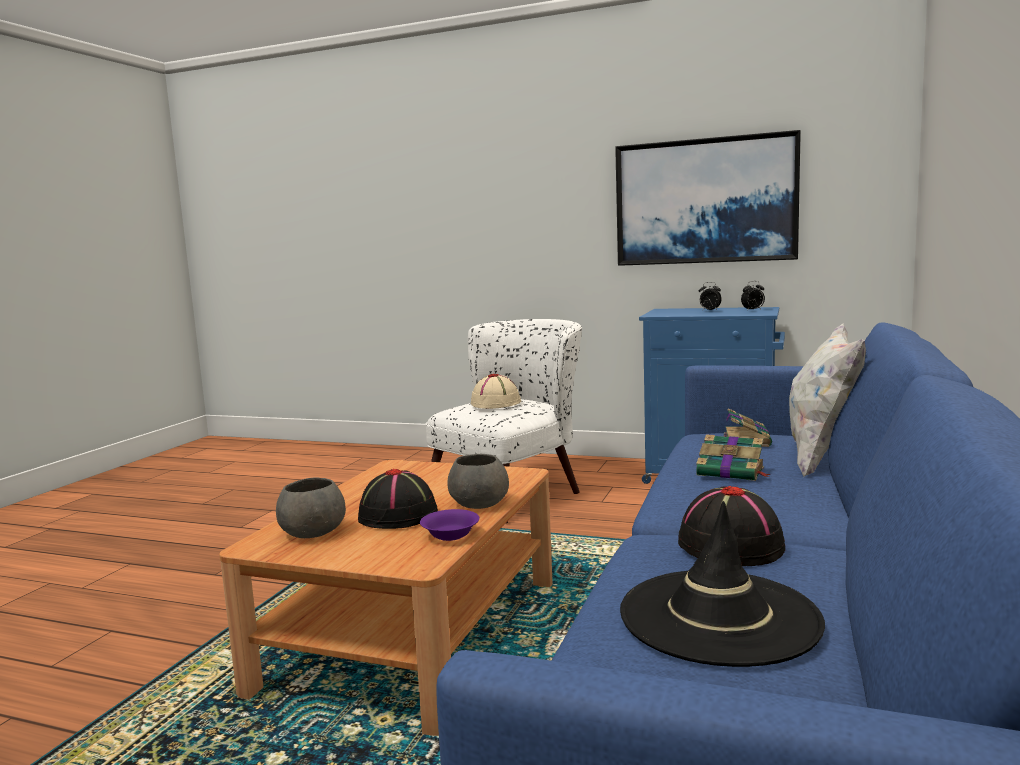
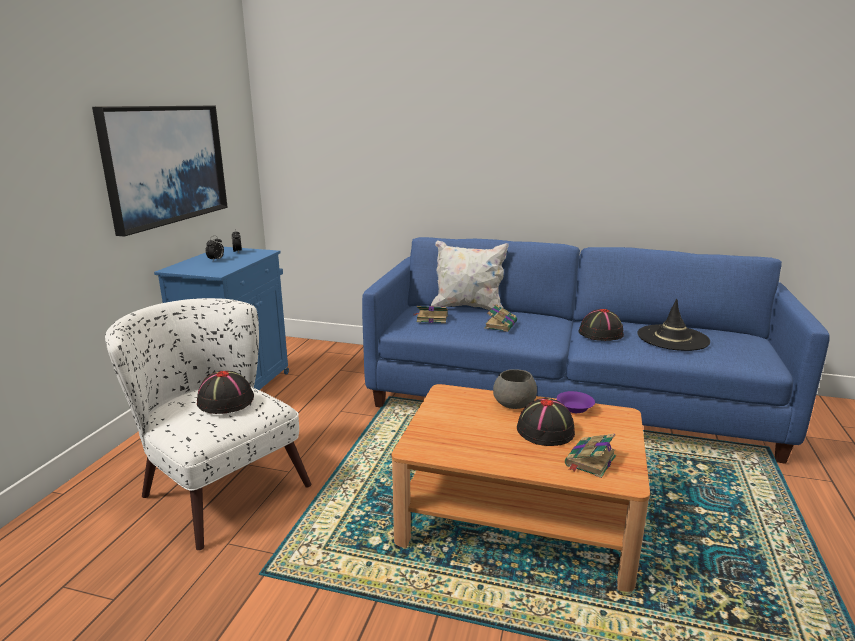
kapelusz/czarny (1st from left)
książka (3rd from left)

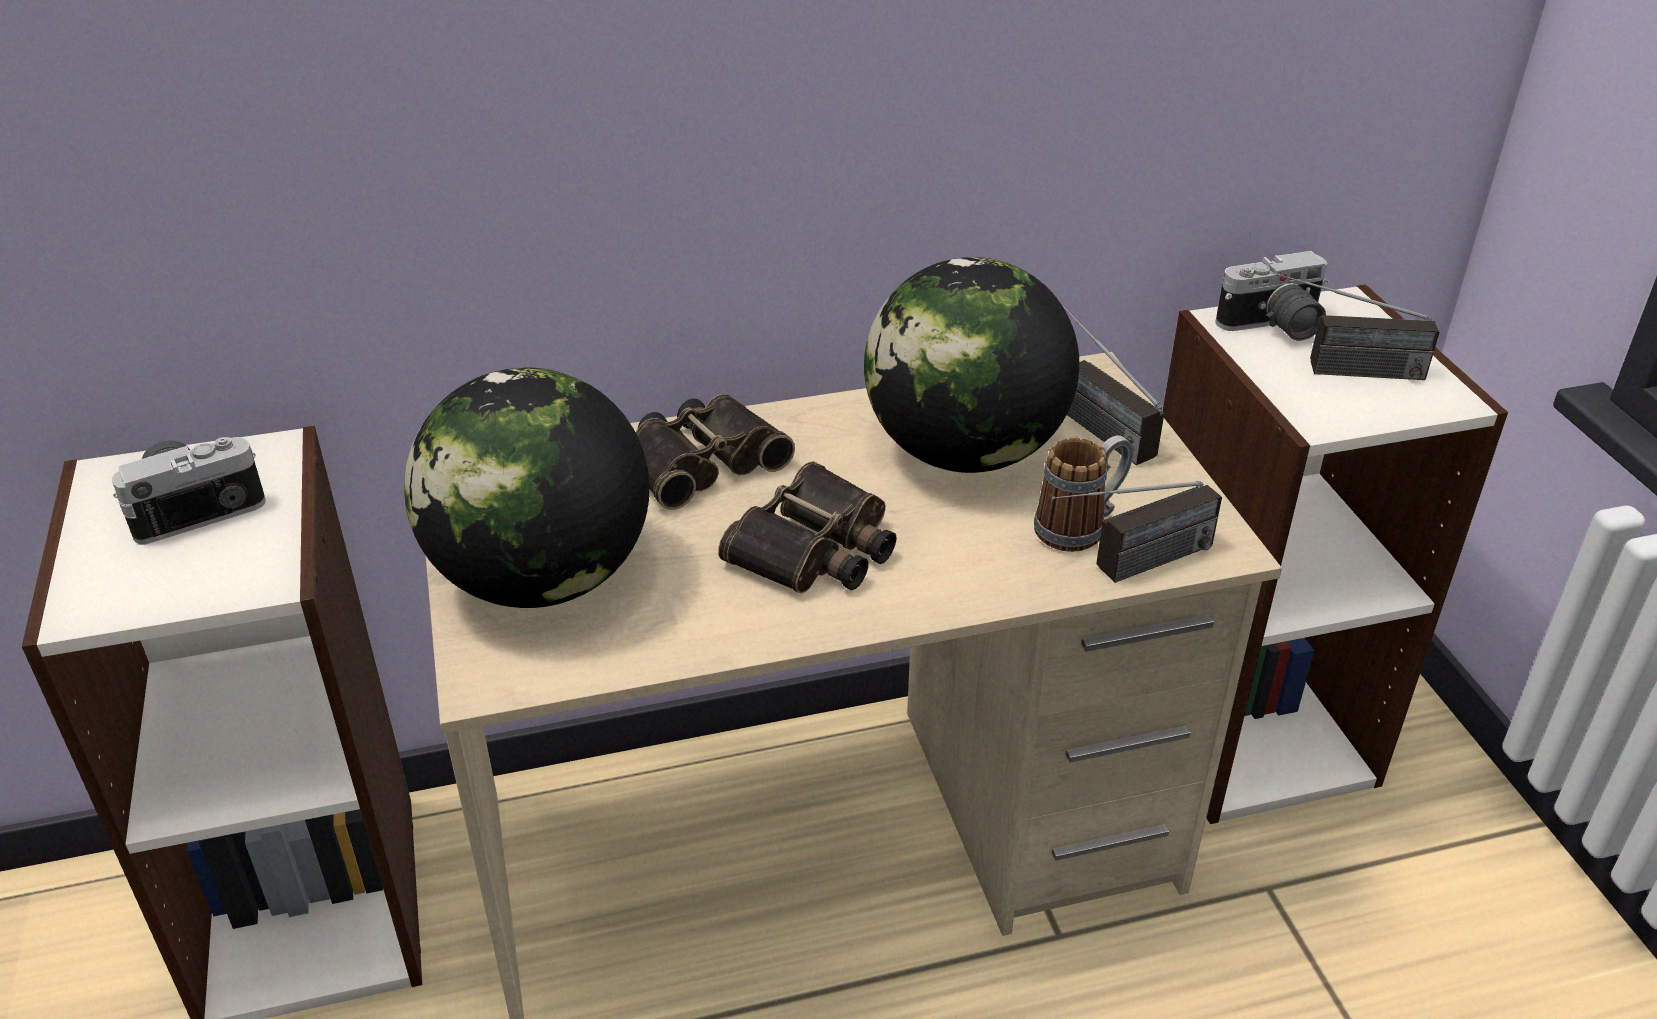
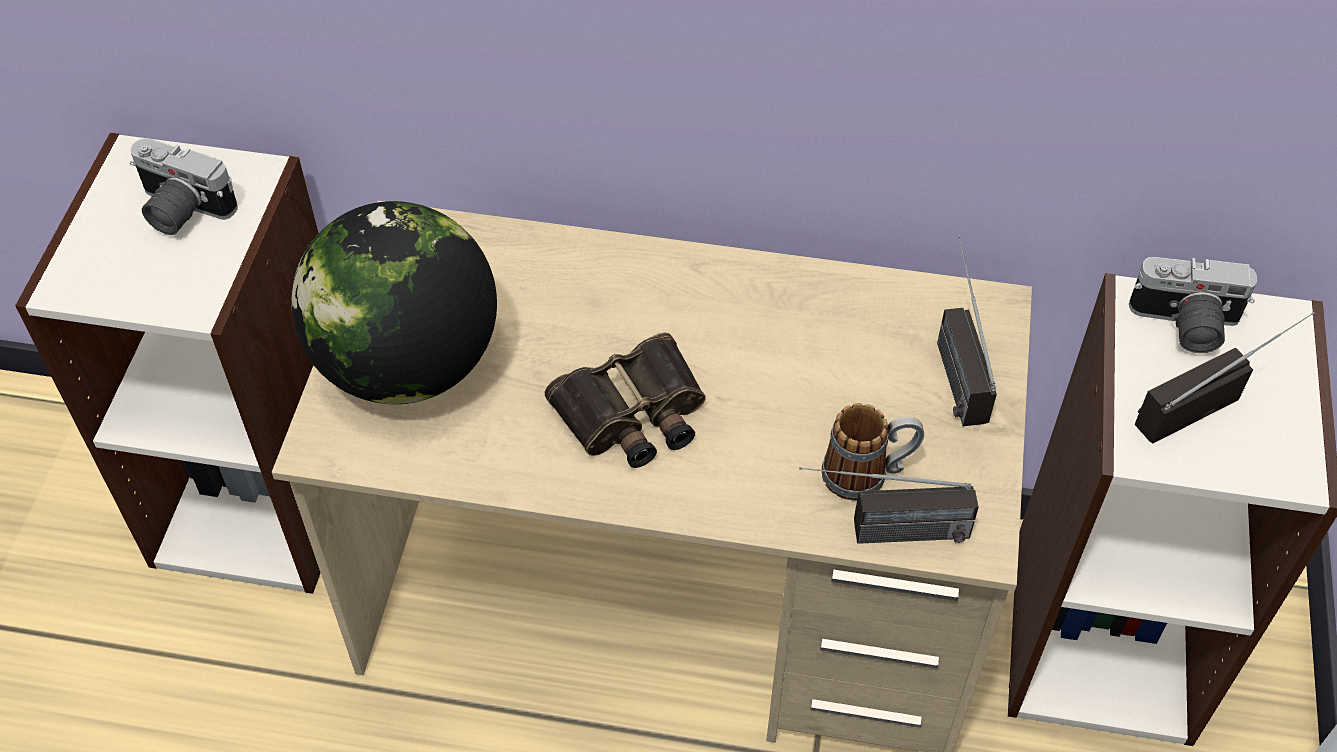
aparat fotograficzny (1st from left)
radio (3rd from left)
lornetka (1st from left in the first image)
globus (2nd from left in the first image)

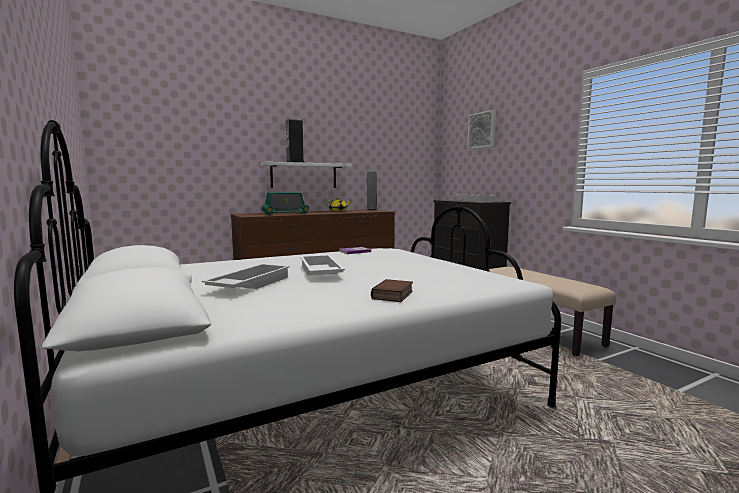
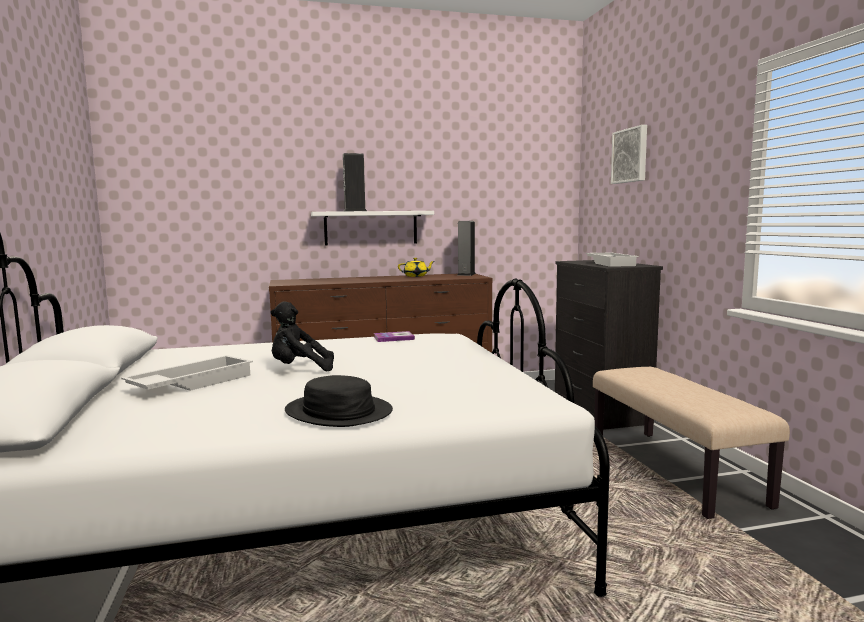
pluszak/czarny
kapelusz/czarny
radio

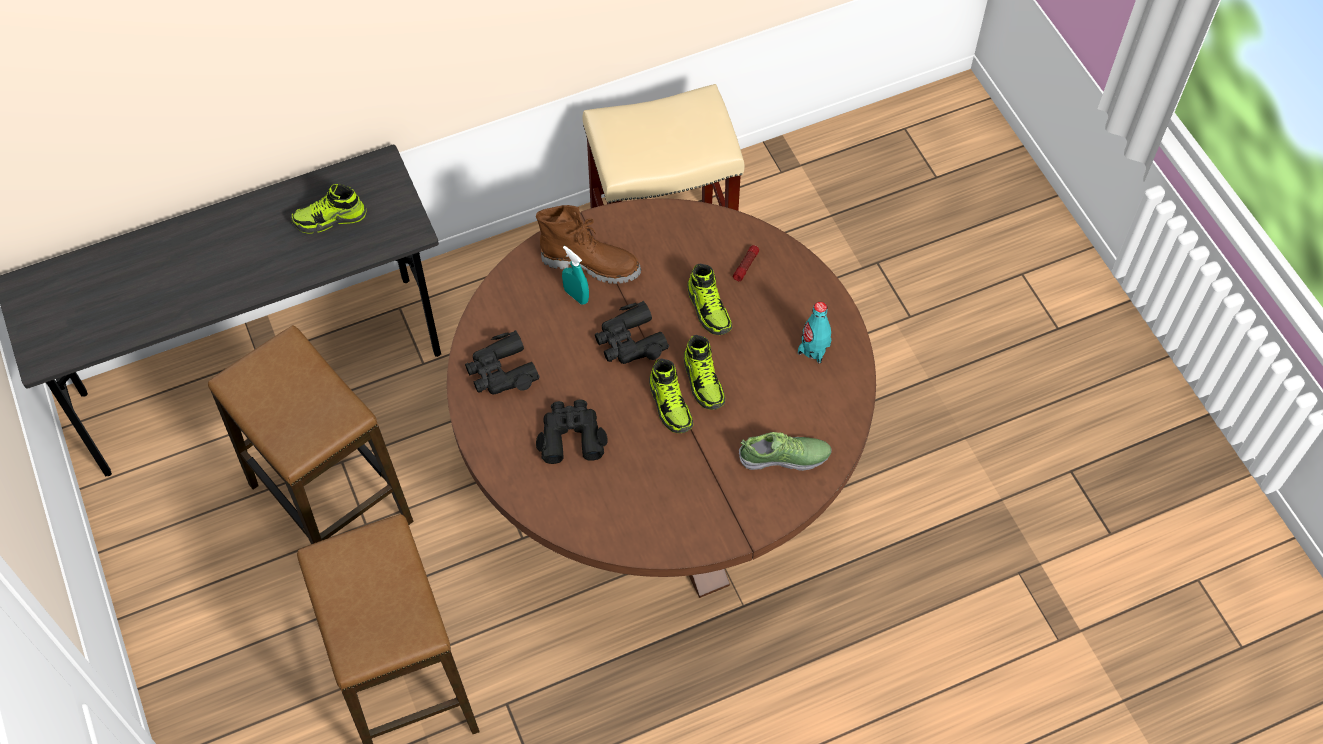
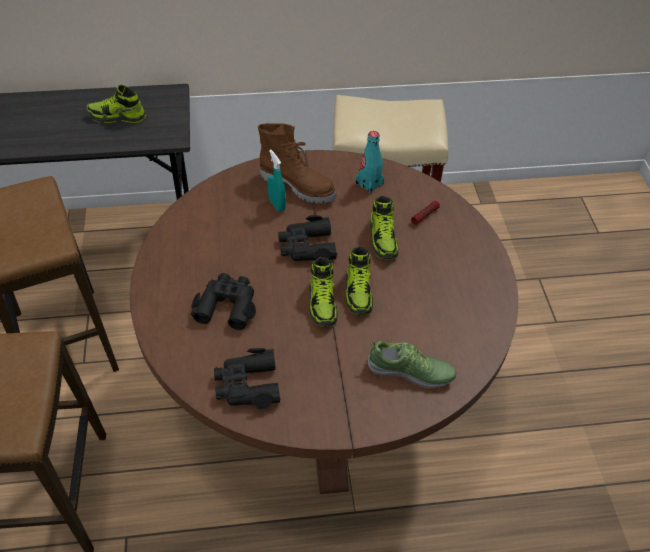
lornetka/czarny (2nd from left)
butelka/turkusowy

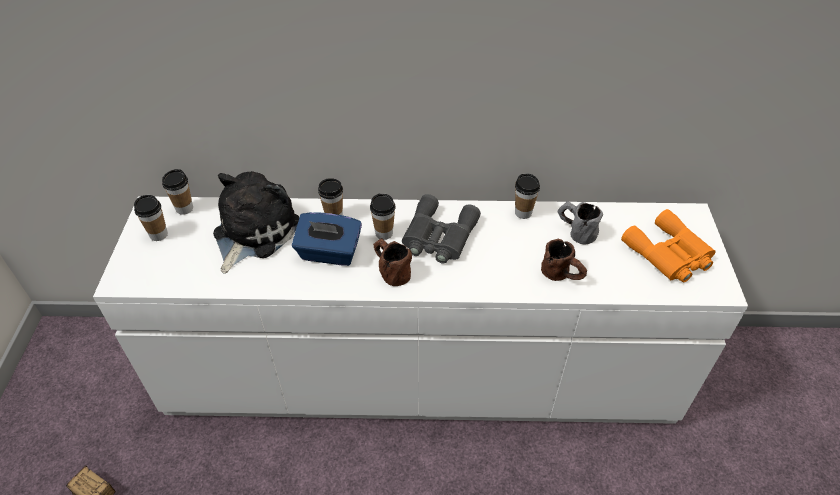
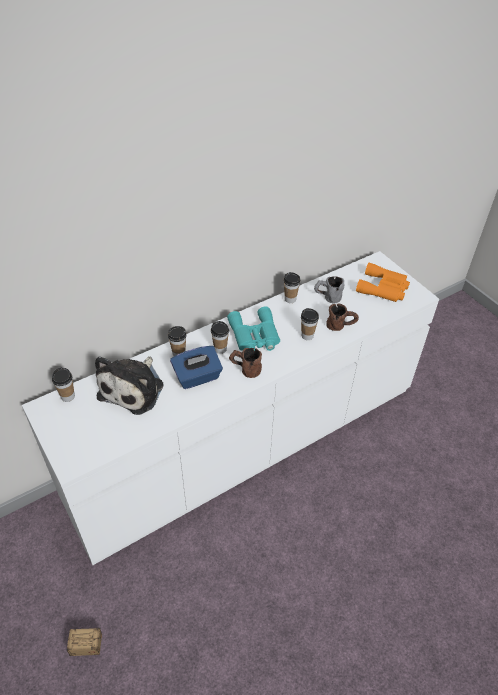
pluszak
lornetka/turkusowy
filiżanka (5th from left)

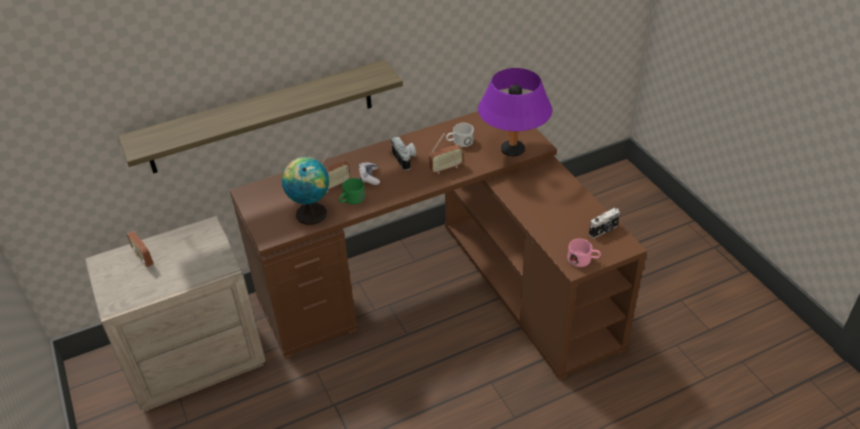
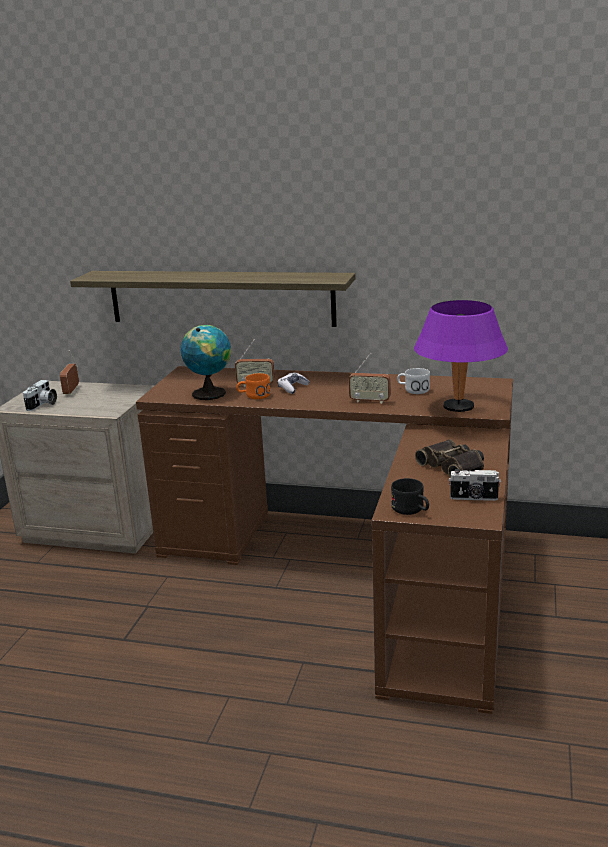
aparat fotograficzny (1st from left)
kubek/pomarańczowy
kubek/czarny
lornetka

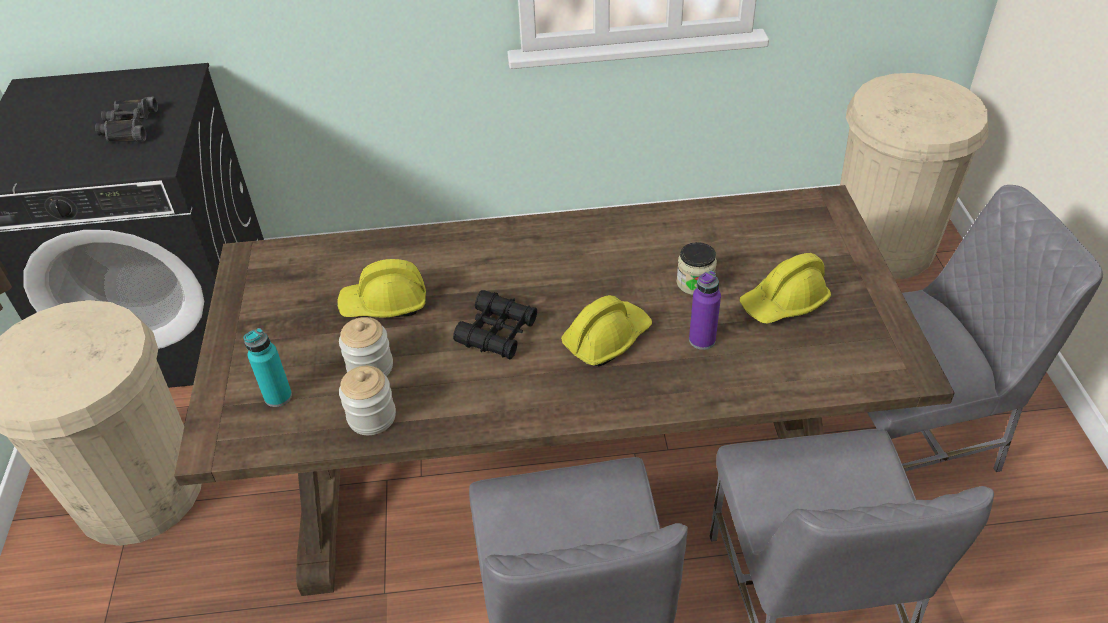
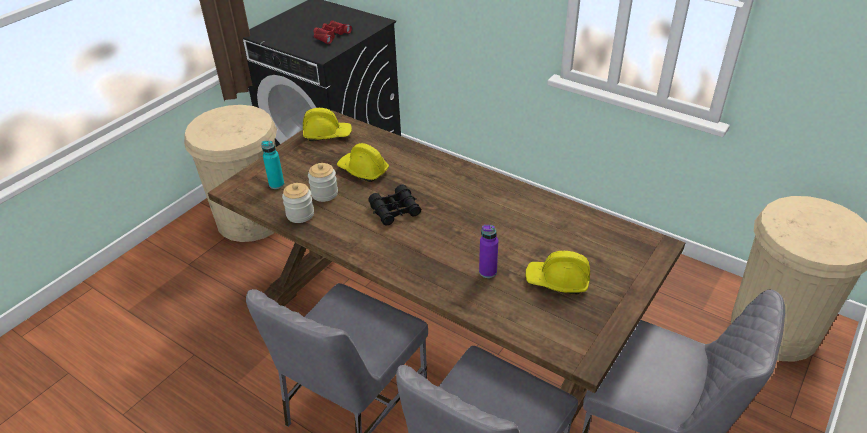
kask/żółty (1st from left)
lornetka/czerwony
słoik (3rd from left in the first image)

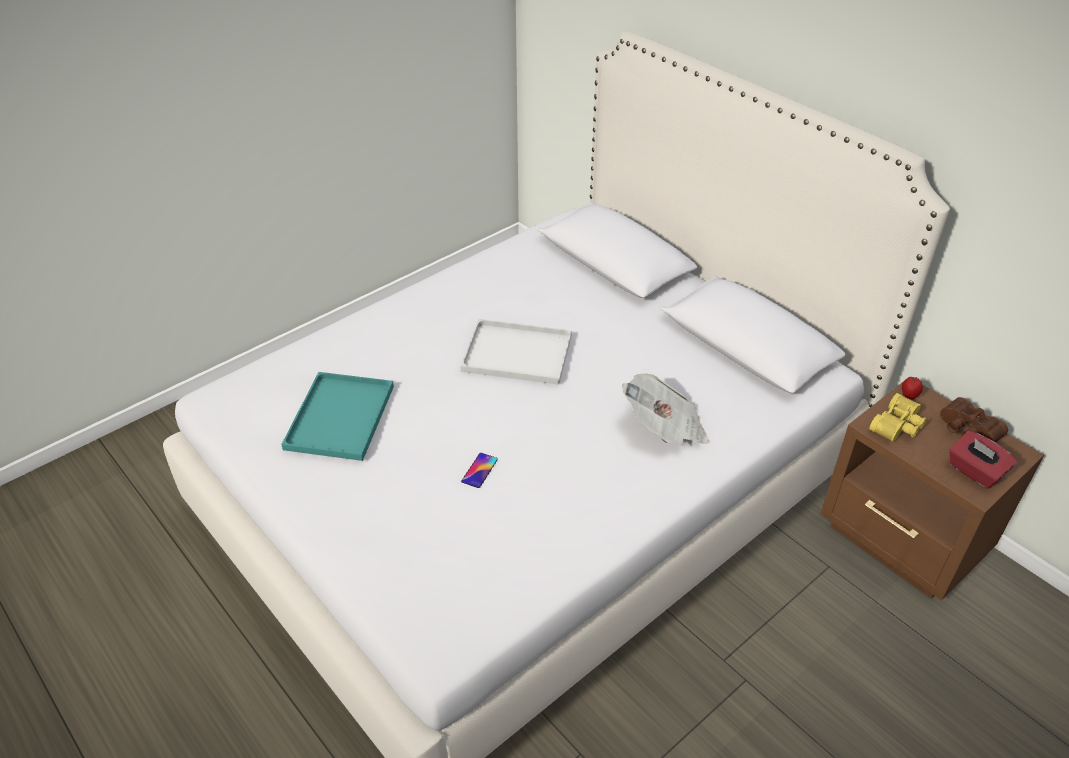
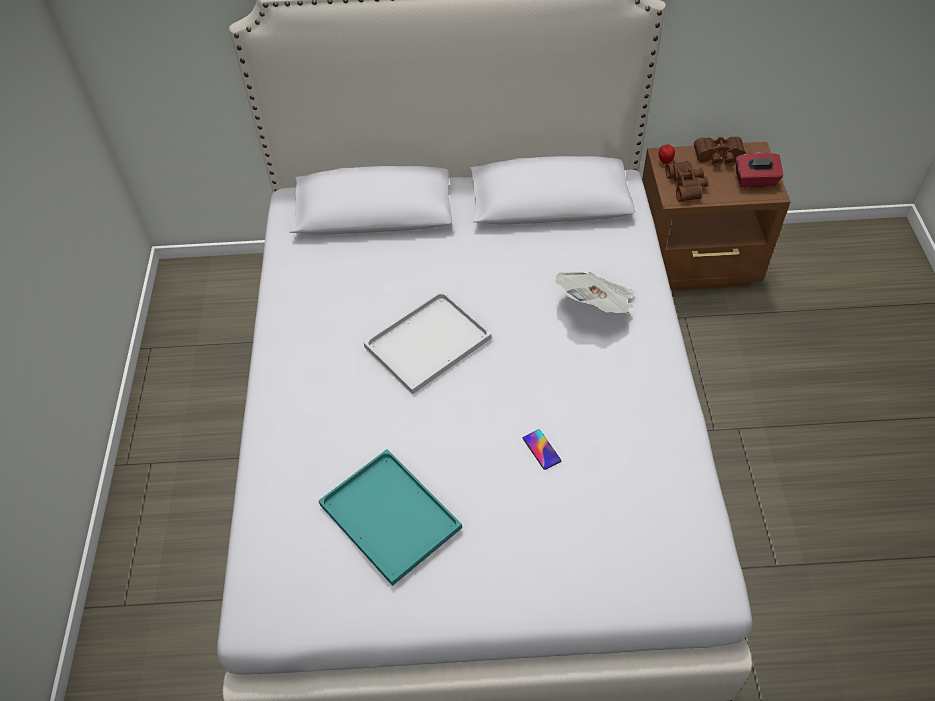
lornetka/brązowy (1st from left)

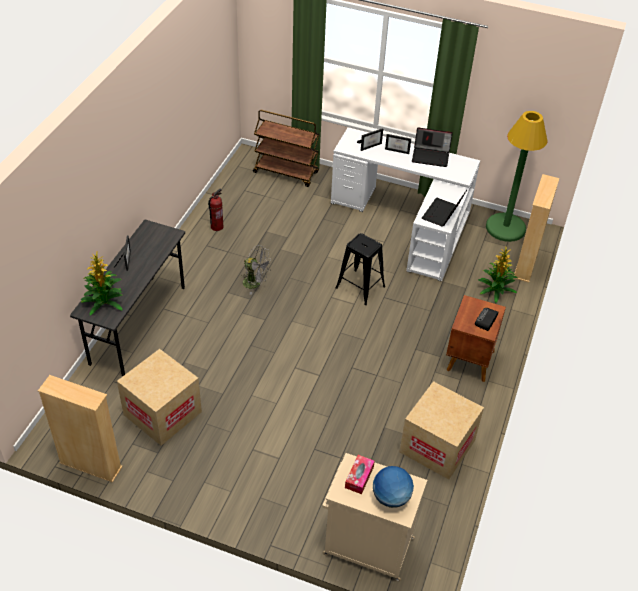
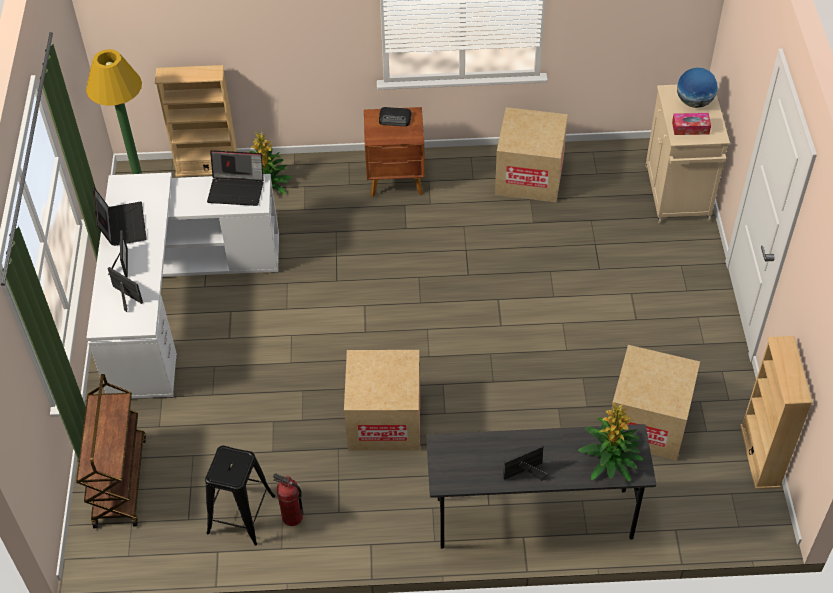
stołek/czarny
karton (1st from left)

